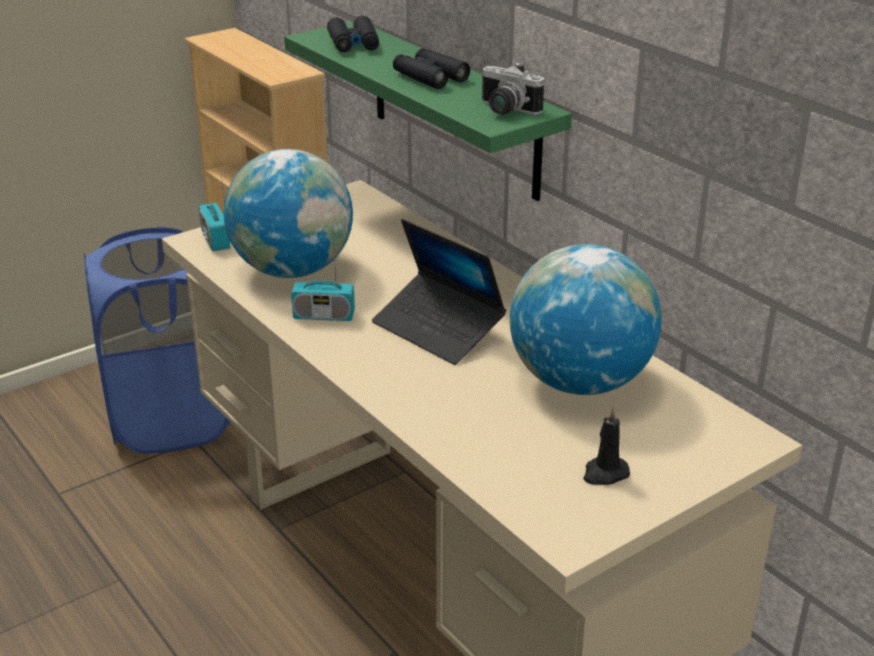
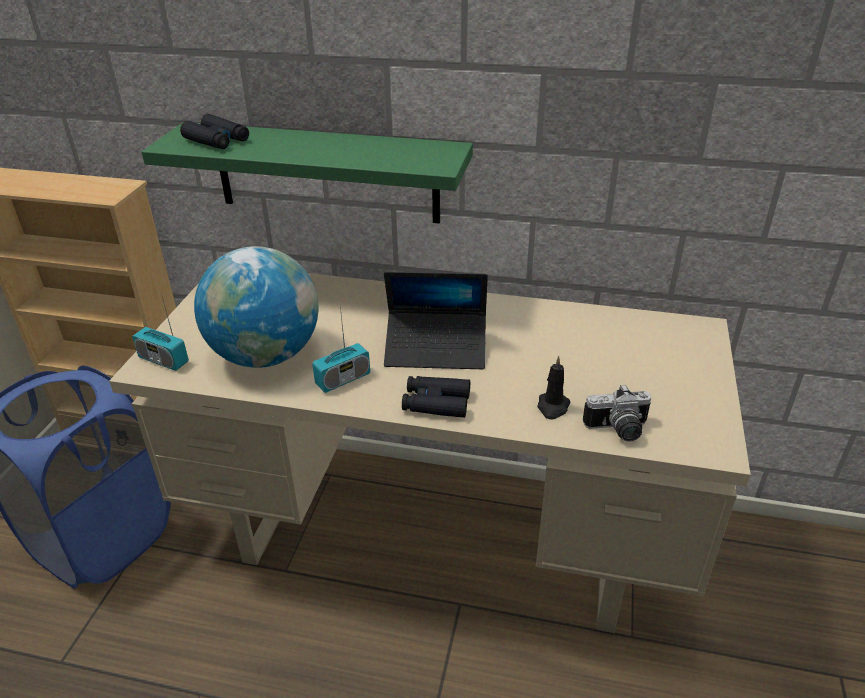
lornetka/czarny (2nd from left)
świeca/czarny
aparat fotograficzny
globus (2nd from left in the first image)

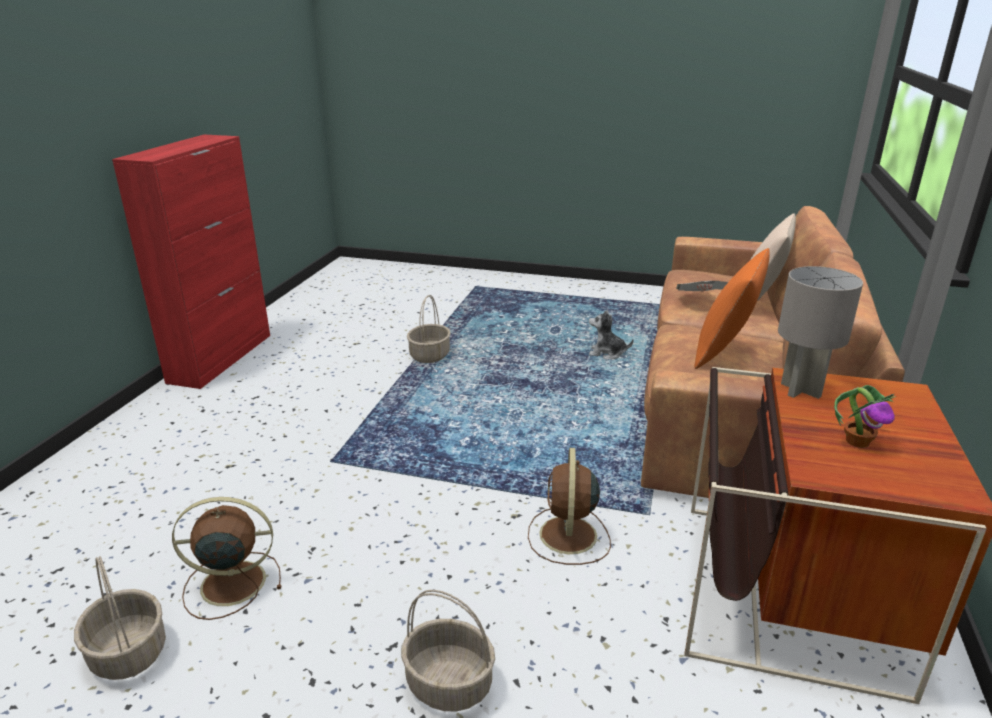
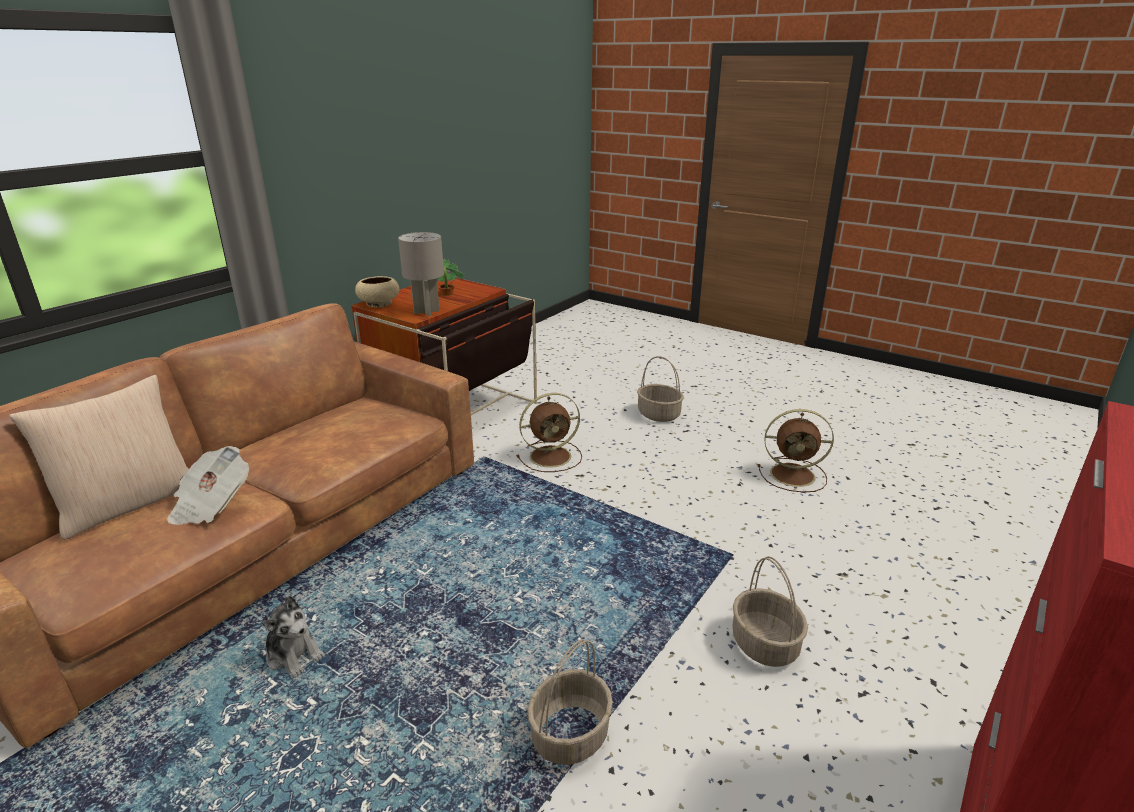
miska/beżowy
wentylator/brązowy (1st from left)
koszyk (3rd from left)
poduszka/pomarańczowy

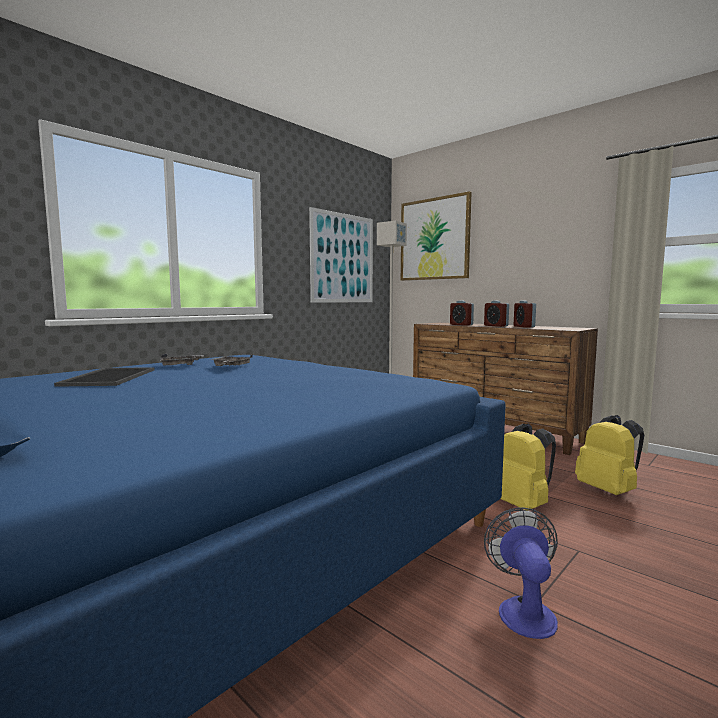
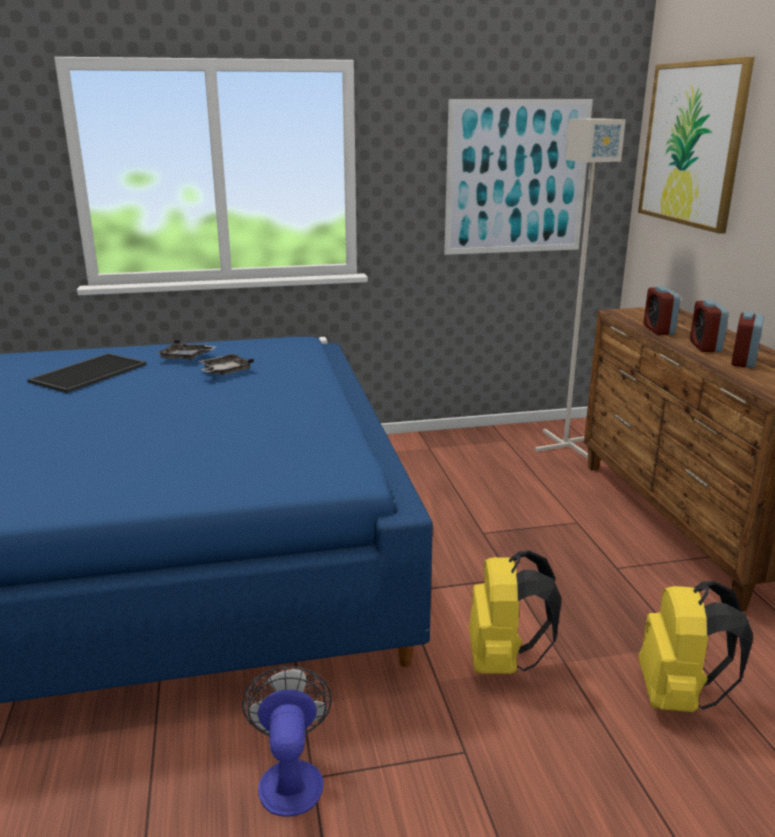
wentylator

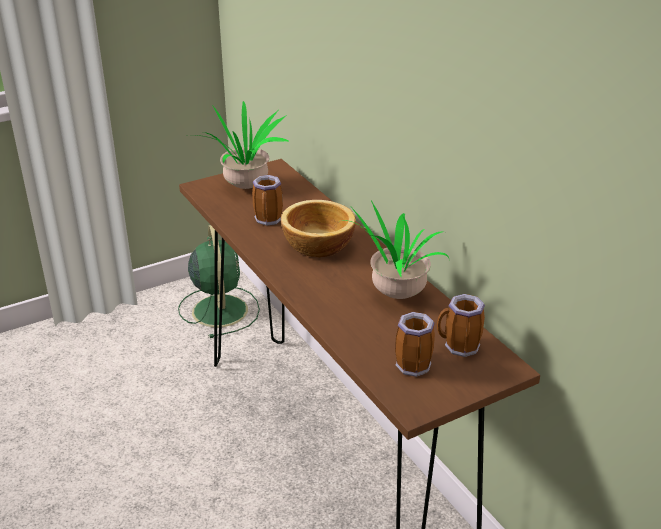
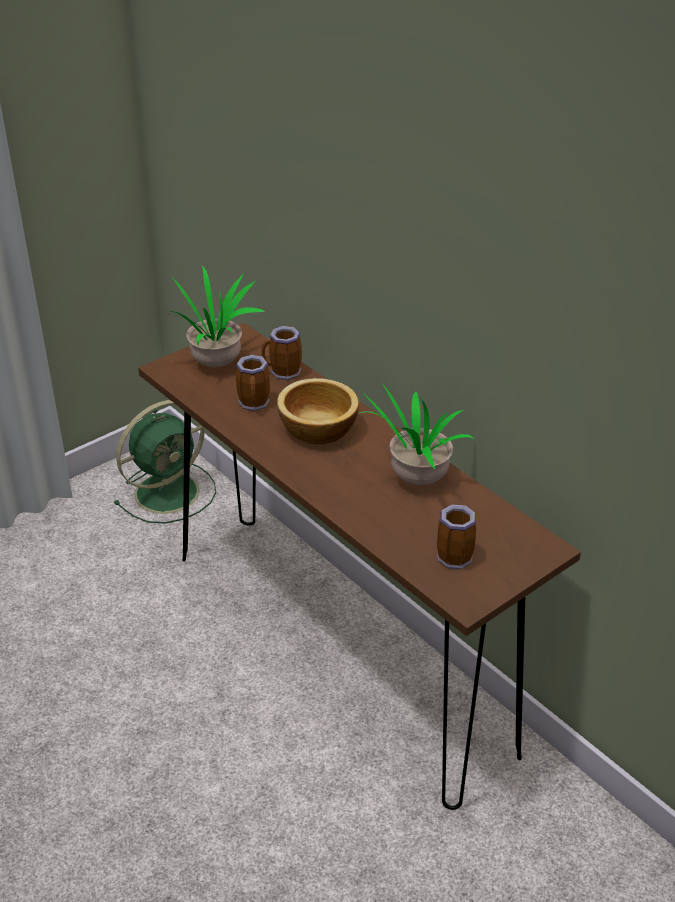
wentylator/zielony
kubek (2nd from left)

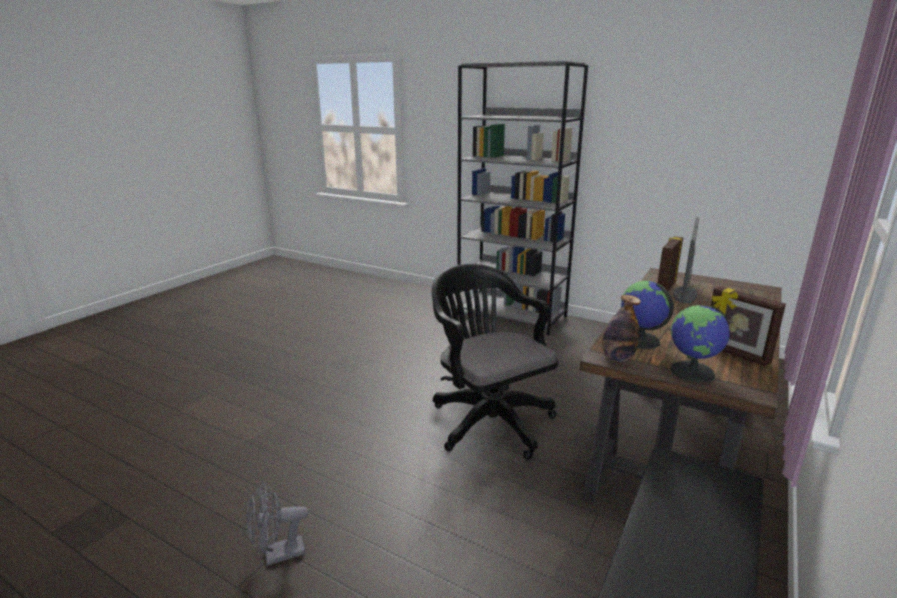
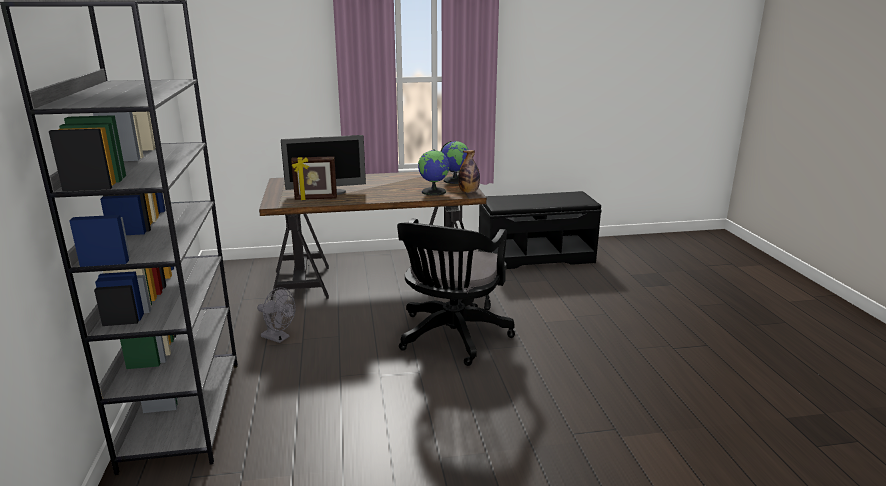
wentylator/szary
ramka na zdjęcie (2nd from left in the first image)

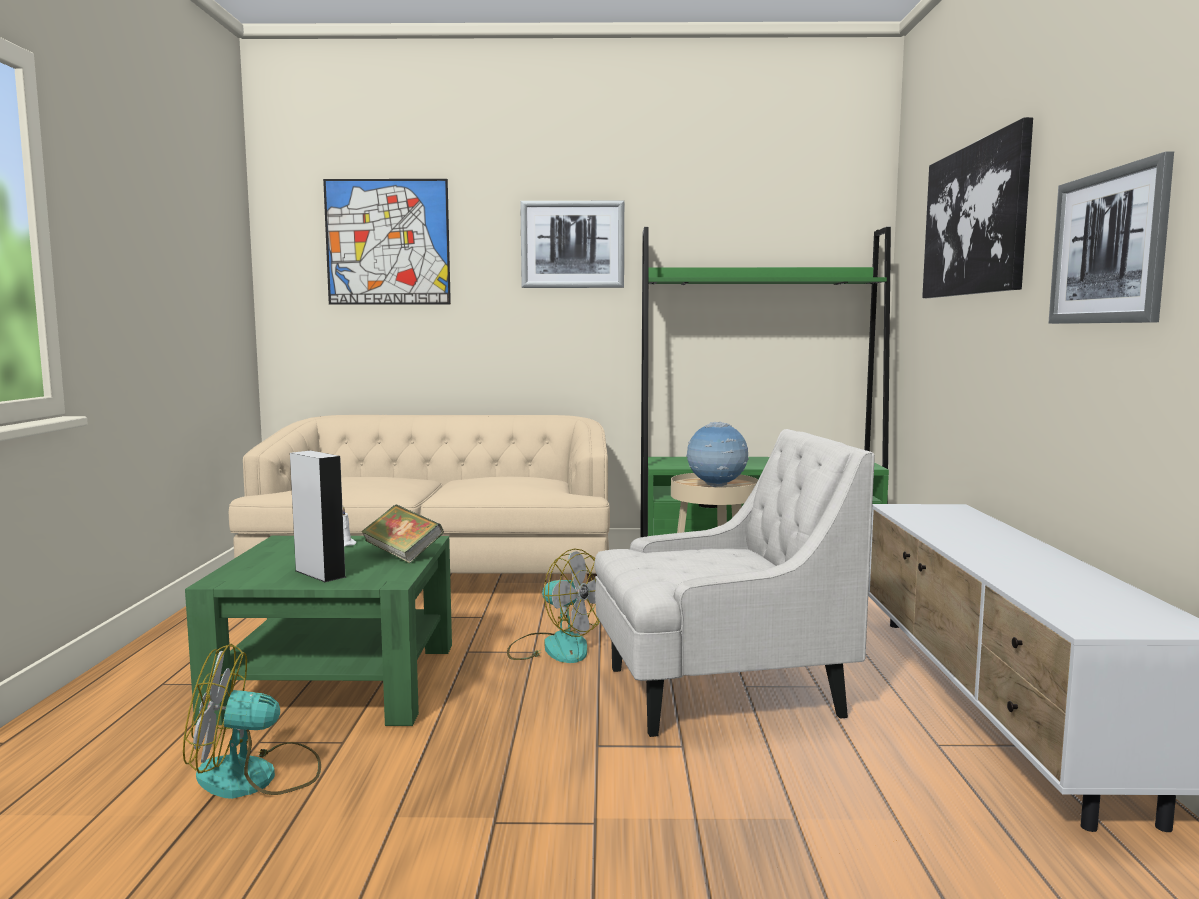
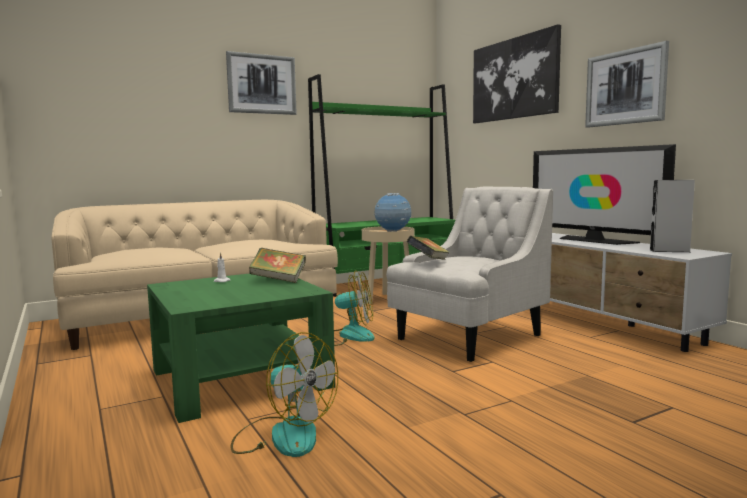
wentylator (1st from left)
książka (2nd from left)
telewizor
głośnik/szary
obraz (1st from left in the first image)

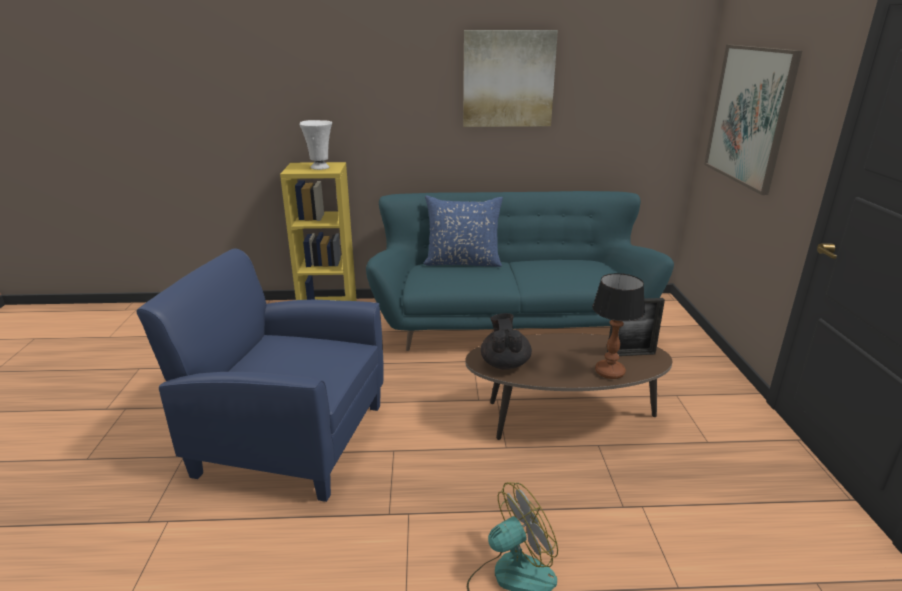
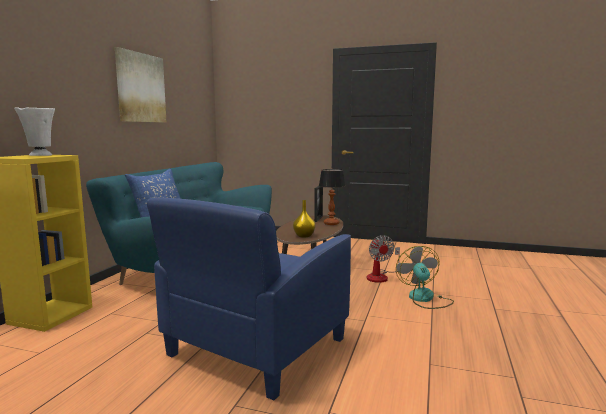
wazon/żółty
wentylator (1st from left)
obraz (2nd from left in the first image)

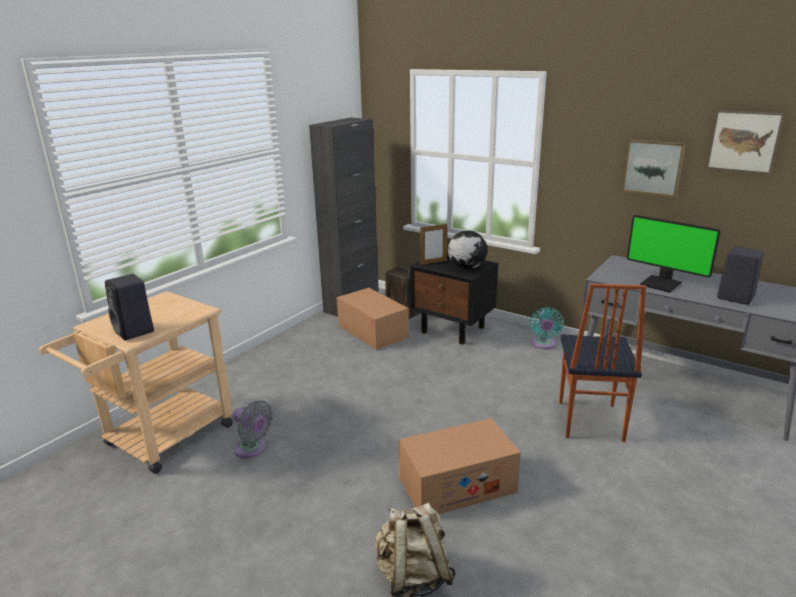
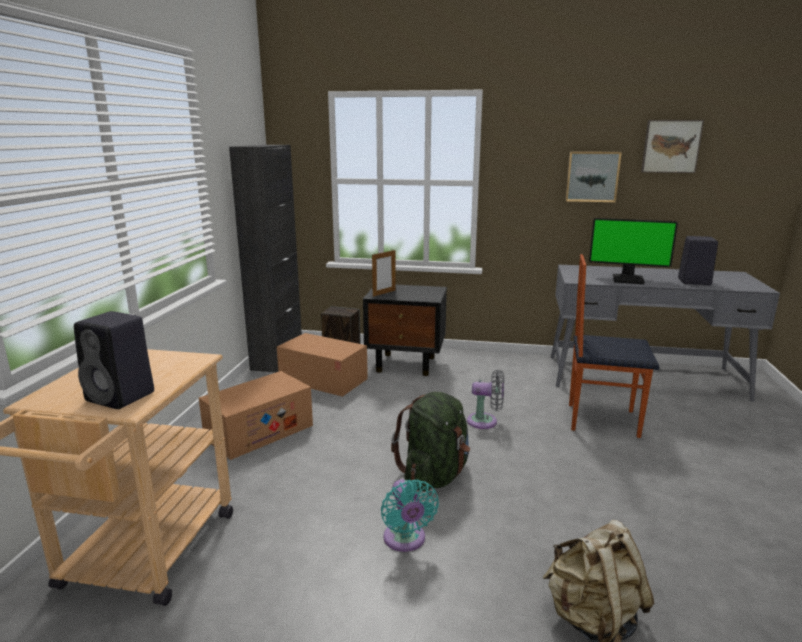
karton (1st from left)
wentylator/turkusowy
plecak/zielony
wentylator/szary
krzesło
globus

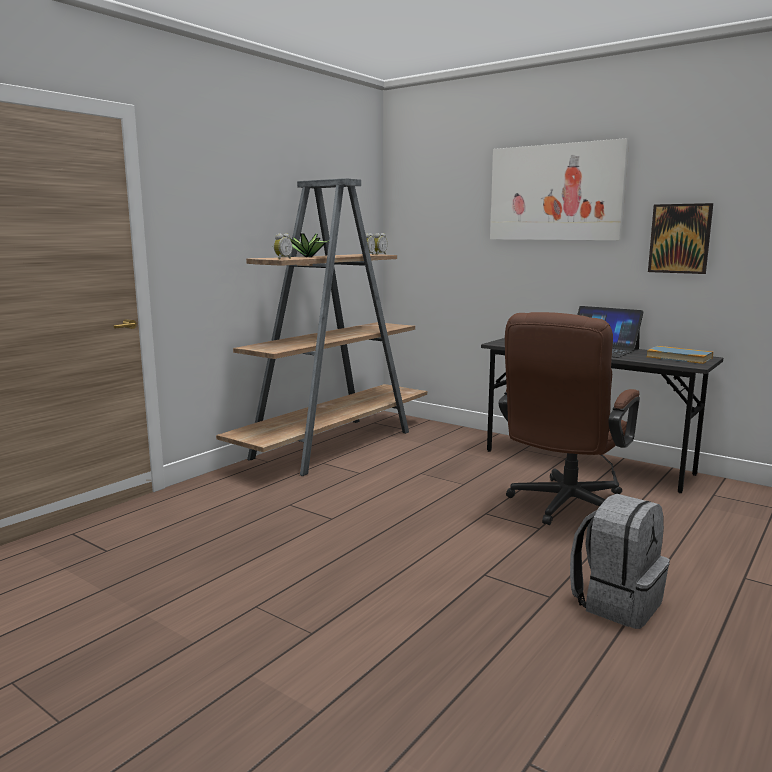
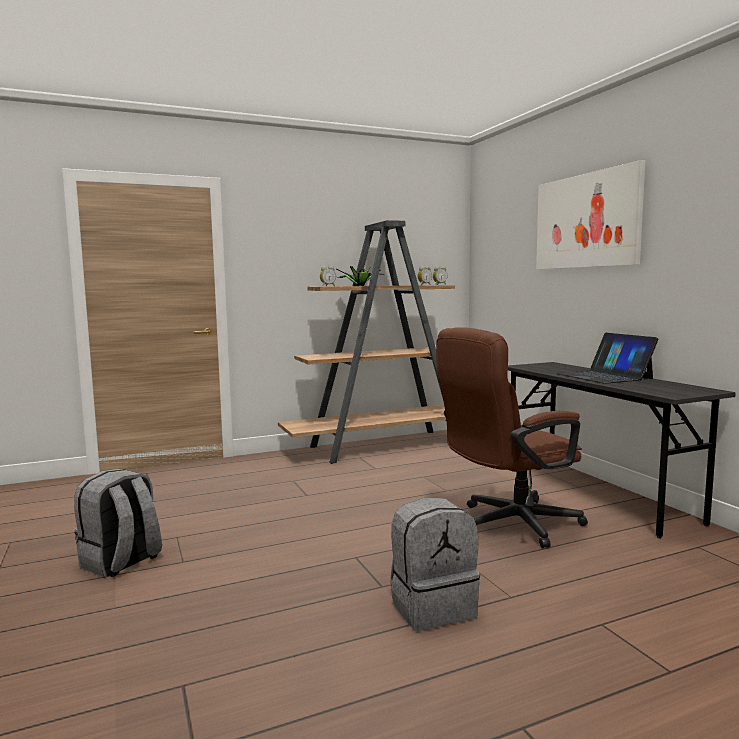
plecak/szary (1st from left)
książka
obraz (2nd from left in the first image)

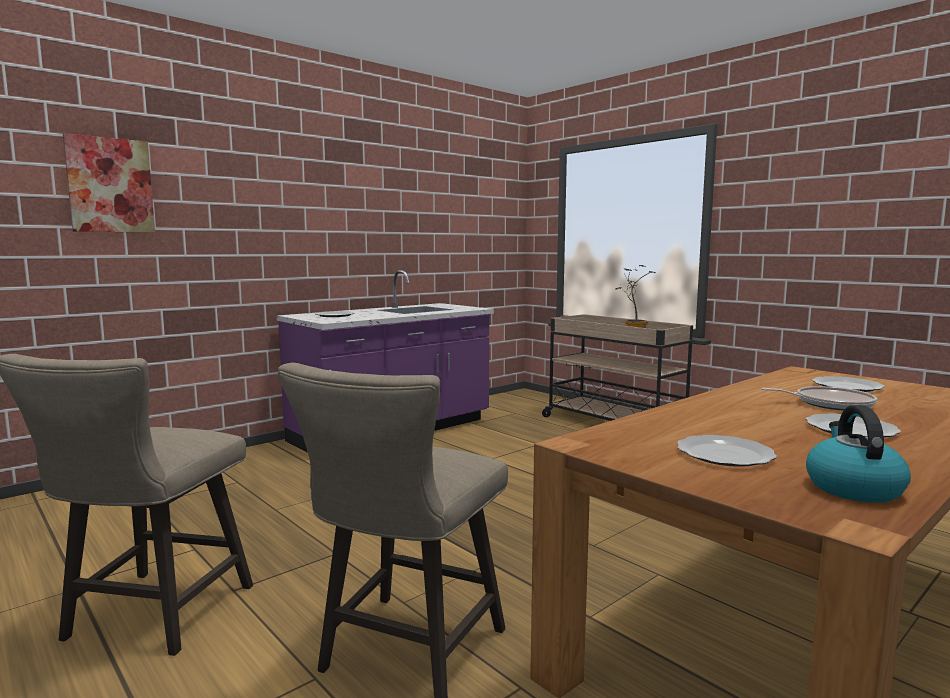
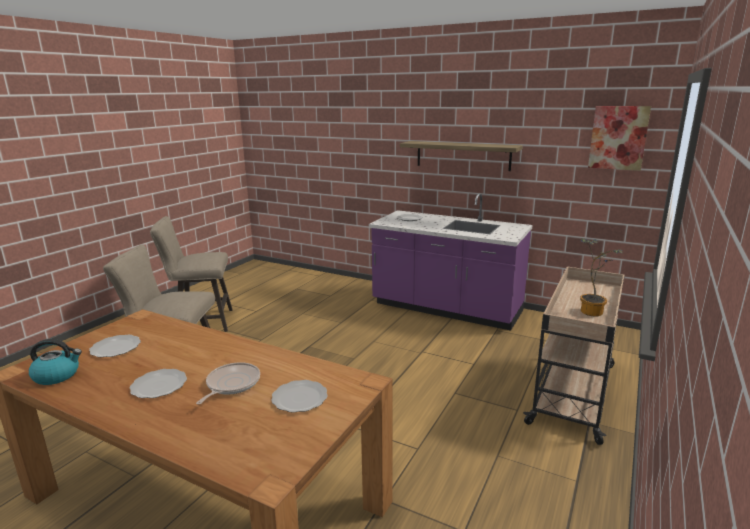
patelnia
półka
obraz

